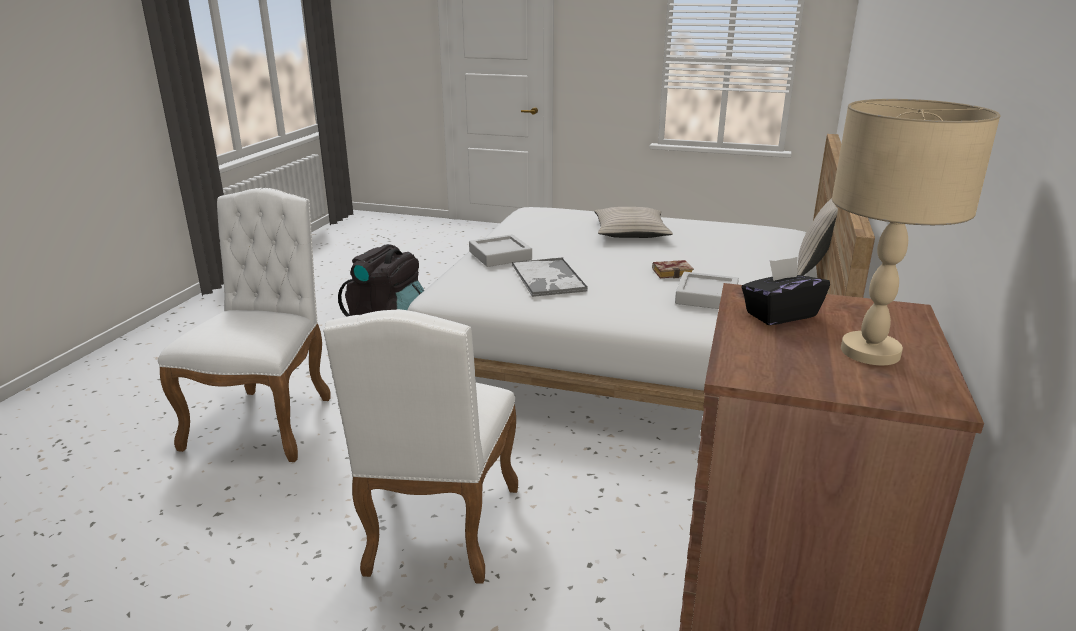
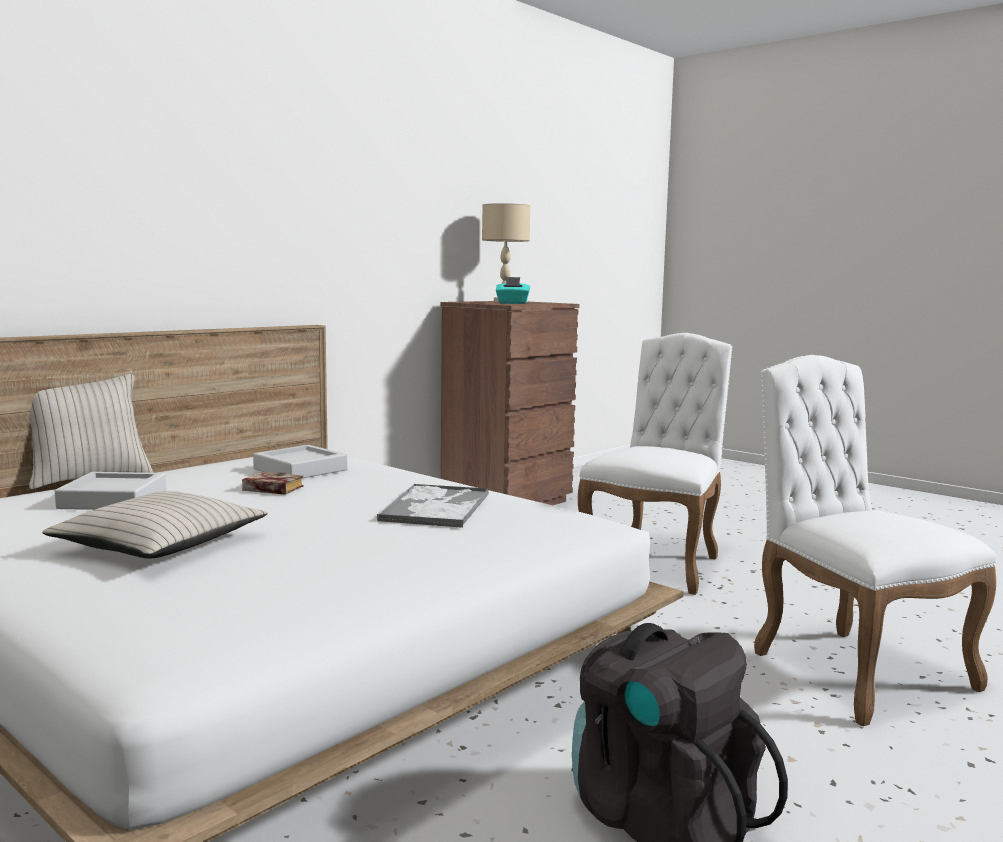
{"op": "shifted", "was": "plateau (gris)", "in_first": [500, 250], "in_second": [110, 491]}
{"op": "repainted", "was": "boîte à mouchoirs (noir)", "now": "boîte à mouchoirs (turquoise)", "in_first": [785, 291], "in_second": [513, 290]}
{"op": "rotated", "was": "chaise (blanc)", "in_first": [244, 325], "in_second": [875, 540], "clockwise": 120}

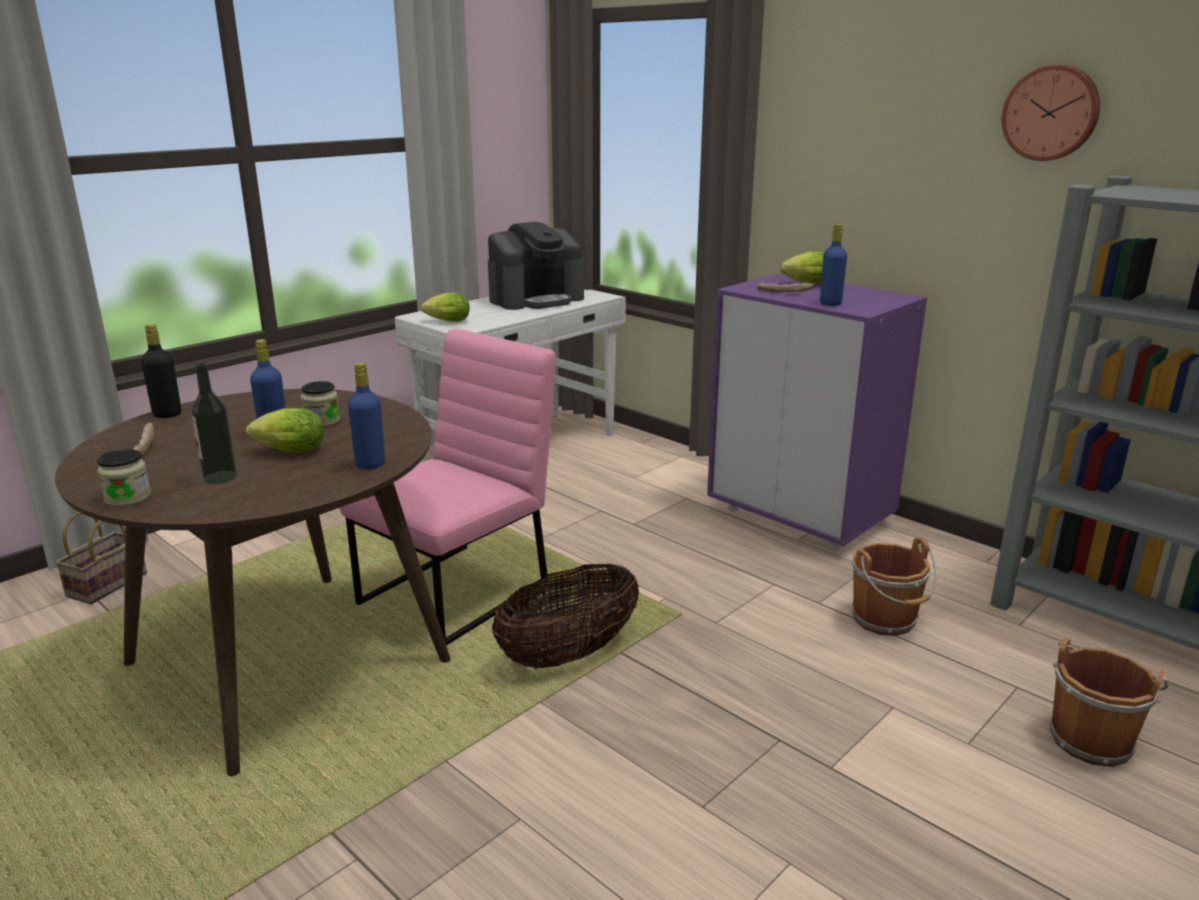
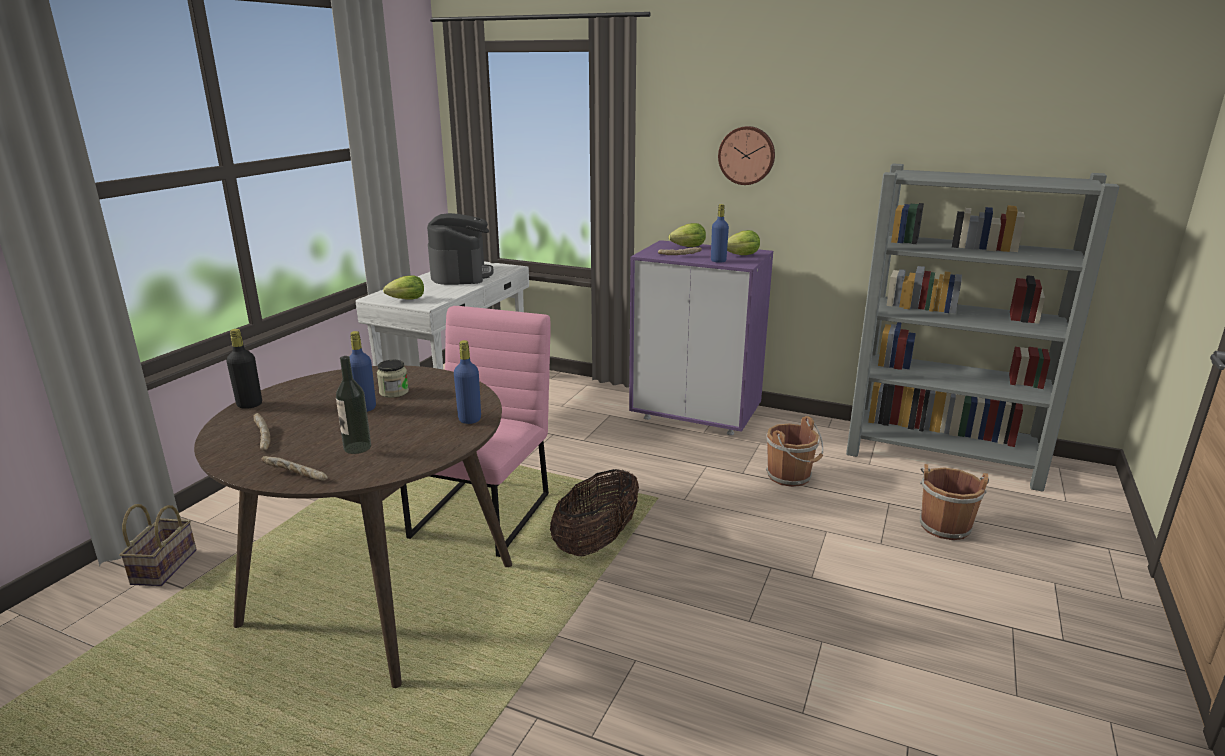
{"op": "swapped", "was": "bocal", "now": "pain", "in_first": [124, 477], "in_second": [294, 468]}
{"op": "rotated", "was": "machine à café", "in_first": [536, 266], "in_second": [460, 249], "clockwise": -45}
{"op": "shifted", "was": "horloge murale", "in_first": [1051, 113], "in_second": [746, 155]}
{"op": "shifted", "was": "laitue", "in_first": [285, 430], "in_second": [743, 242]}

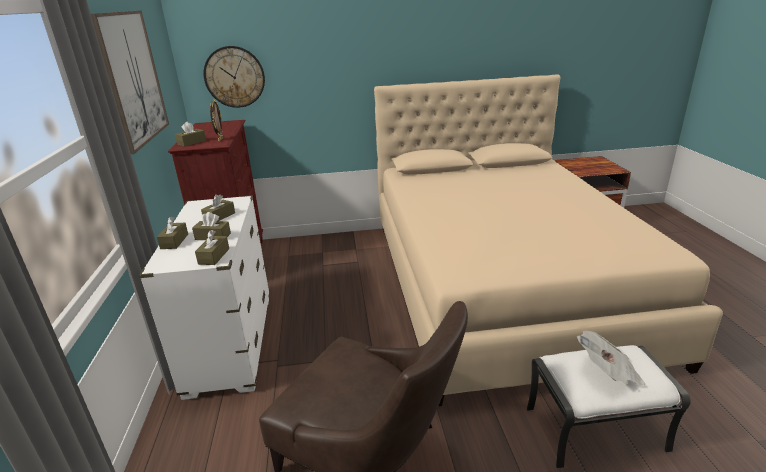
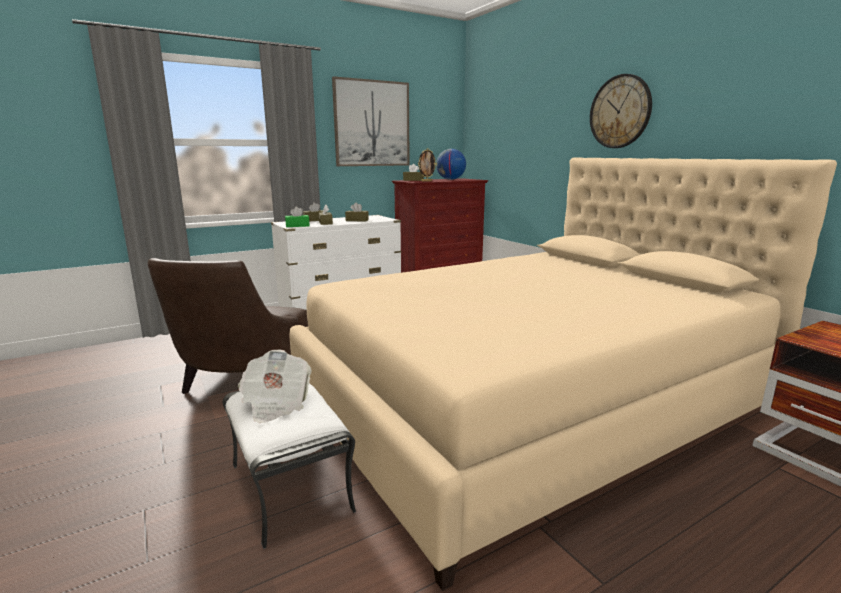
{"op": "repainted", "was": "boîte à mouchoirs (marron)", "now": "boîte à mouchoirs (vert)", "in_first": [212, 247], "in_second": [297, 217]}
{"op": "new", "now": "globe", "in_second": [451, 164]}
{"op": "shifted", "was": "horloge murale", "in_first": [234, 77], "in_second": [621, 111]}

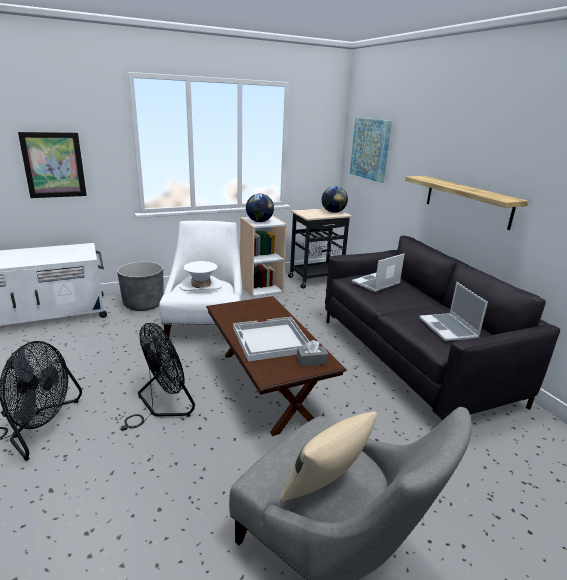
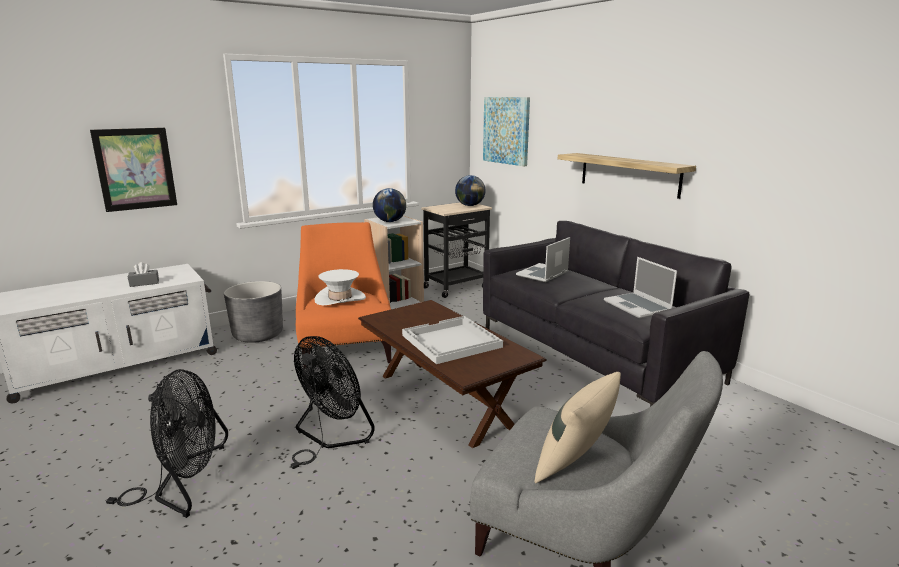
{"op": "shifted", "was": "boîte à mouchoirs (gris)", "in_first": [312, 353], "in_second": [143, 274]}
{"op": "repainted", "was": "fauteuil (blanc)", "now": "fauteuil (orange)", "in_first": [200, 282], "in_second": [343, 295]}

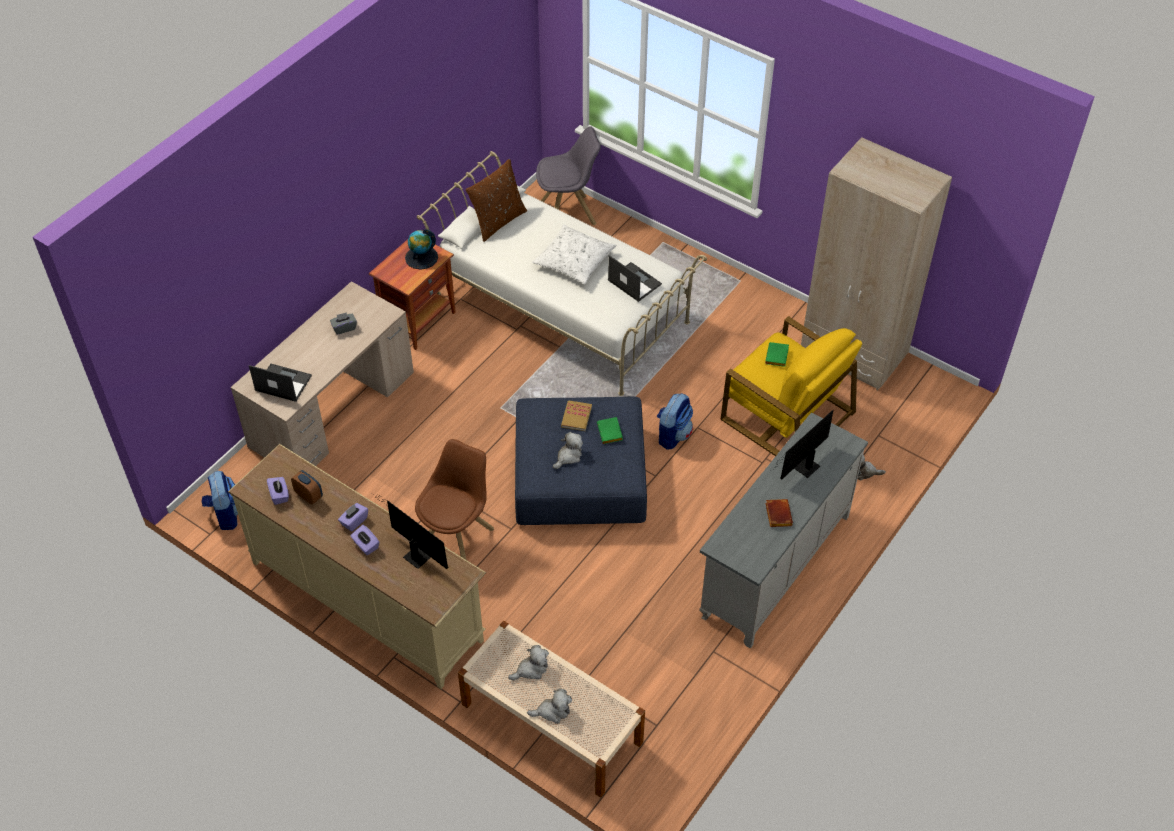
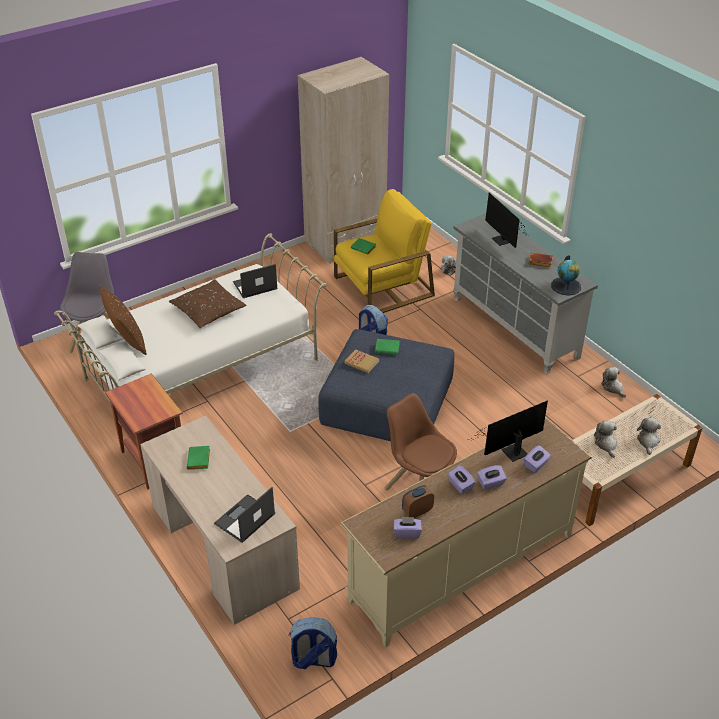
{"op": "repainted", "was": "coussin (blanc)", "now": "coussin (marron)", "in_first": [574, 254], "in_second": [207, 303]}
{"op": "swapped", "was": "boîte à mouchoirs (gris)", "now": "livre (vert)", "in_first": [343, 323], "in_second": [198, 458]}
{"op": "new", "now": "boîte à mouchoirs (violet)", "in_second": [537, 459]}
{"op": "shifted", "was": "globe", "in_first": [421, 249], "in_second": [566, 275]}
{"op": "shifted", "was": "peluche", "in_first": [568, 450], "in_second": [613, 382]}

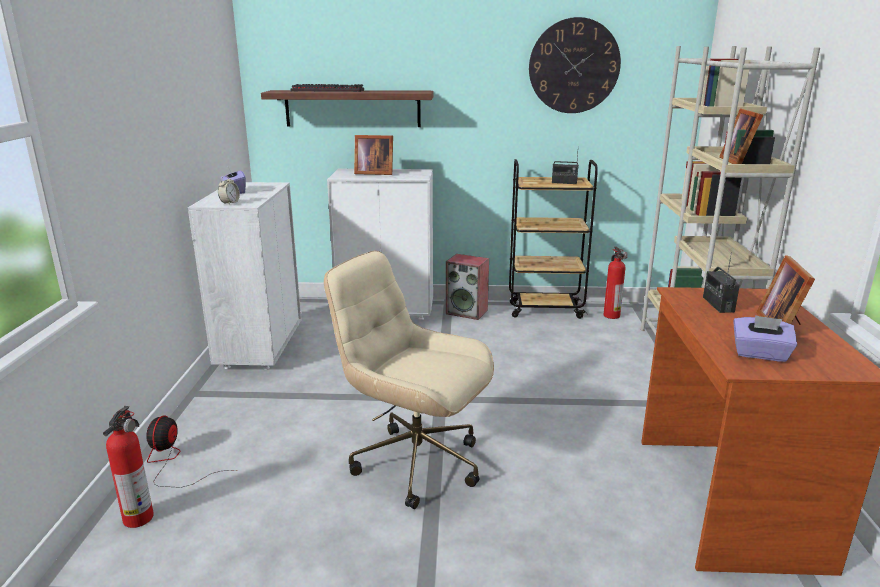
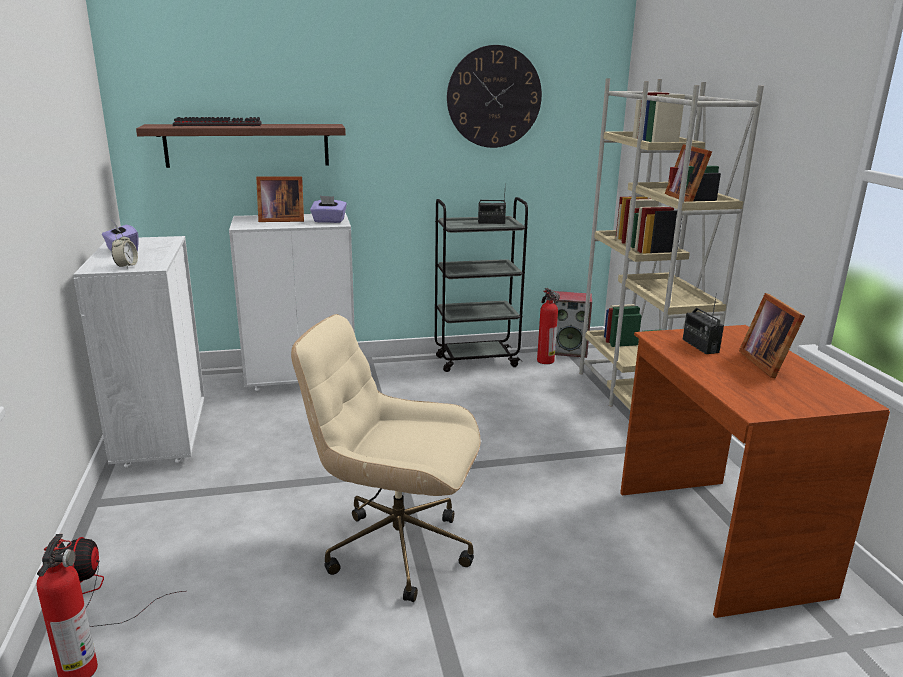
{"op": "shifted", "was": "boîte à mouchoirs (violet)", "in_first": [765, 338], "in_second": [328, 209]}
{"op": "repainted", "was": "chariot (marron)", "now": "chariot (gris)", "in_first": [553, 239], "in_second": [481, 284]}
{"op": "shifted", "was": "enceinte", "in_first": [467, 287], "in_second": [573, 324]}

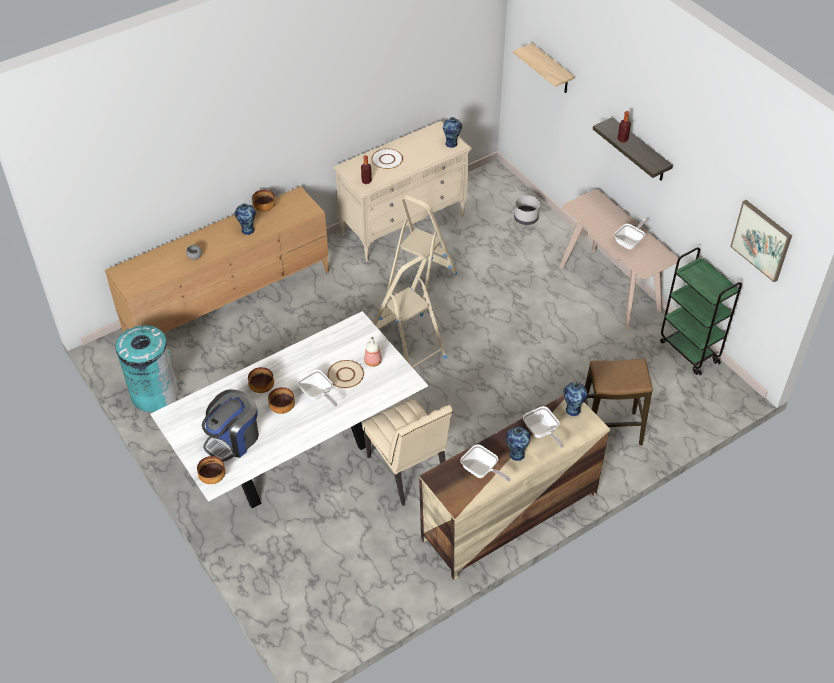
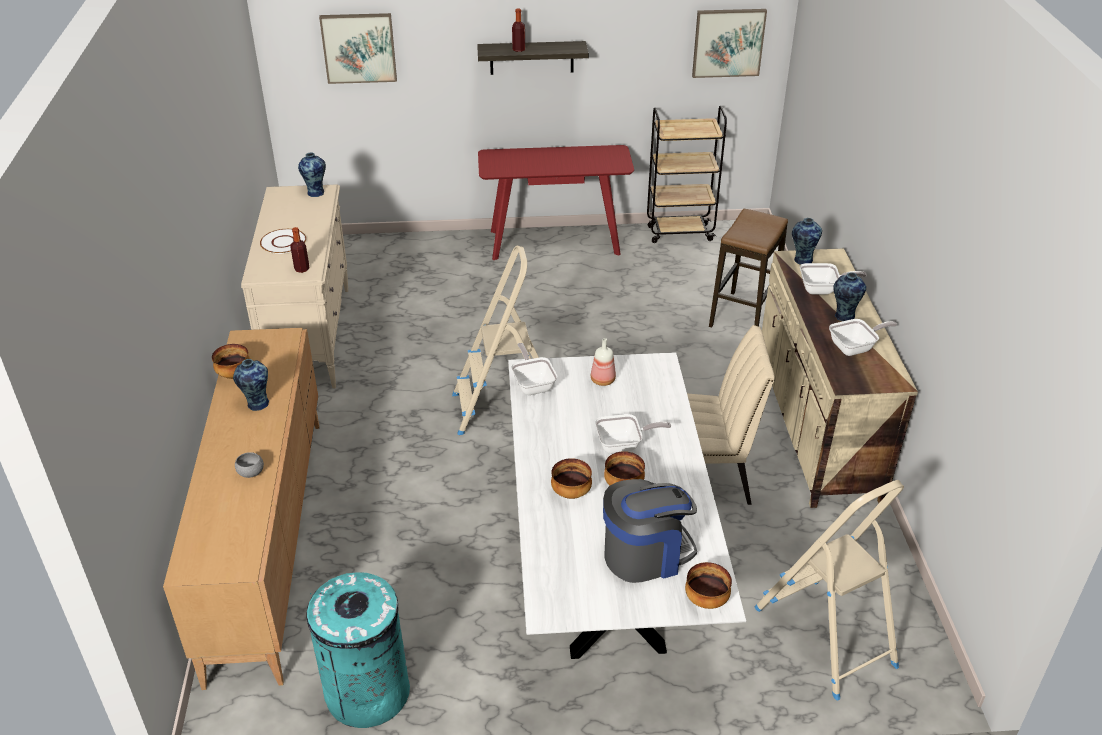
{"op": "swapped", "was": "étagère", "now": "tableau", "in_first": [544, 68], "in_second": [358, 48]}
{"op": "repainted", "was": "table console (beige)", "now": "table console (rouge)", "in_first": [619, 259], "in_second": [556, 202]}
{"op": "shifted", "was": "poêle", "in_first": [631, 234], "in_second": [534, 369]}
{"op": "rotated", "was": "machine à café", "in_first": [230, 425], "in_second": [650, 531], "clockwise": -90}
{"op": "repainted", "was": "chariot (vert)", "now": "chariot (marron)", "in_first": [701, 311], "in_second": [687, 174]}
{"op": "shifted", "was": "escabeau (beige)", "in_first": [421, 256], "in_second": [829, 590]}
{"op": "gone", "was": "assiette (beige)", "in_first": [345, 374]}
{"op": "gone", "was": "cache-pot (gris)", "in_first": [527, 210]}

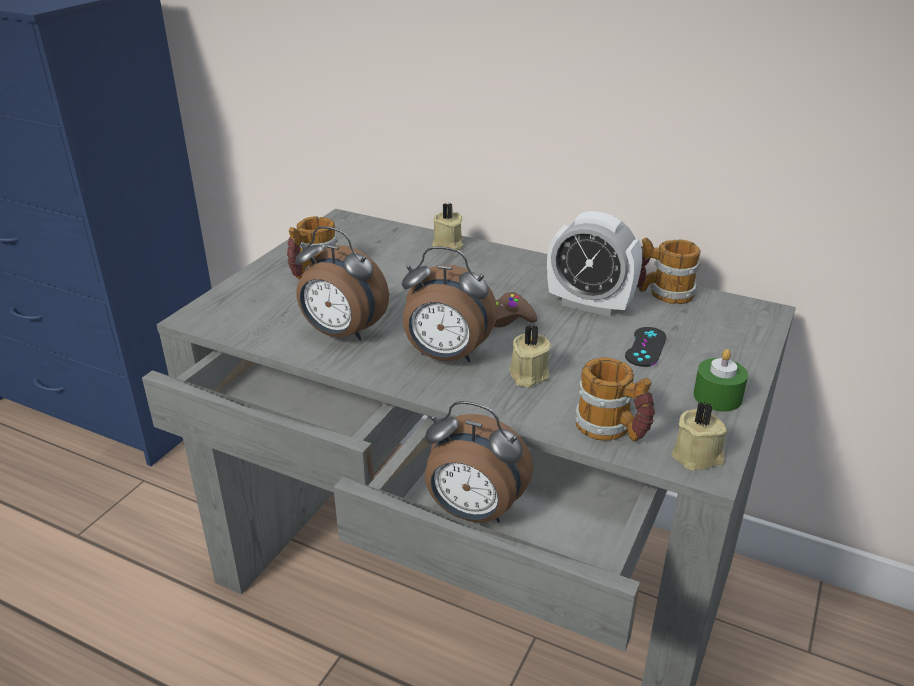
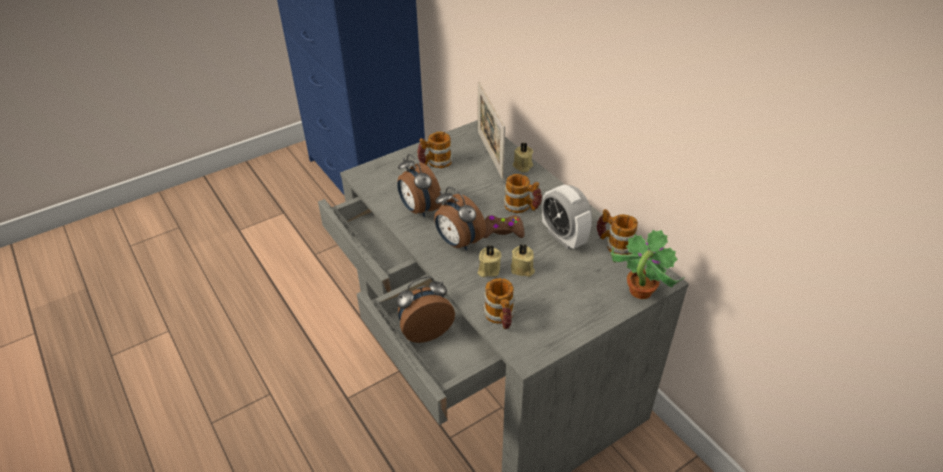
{"op": "rotated", "was": "réveil", "in_first": [479, 462], "in_second": [425, 309], "clockwise": 105}
{"op": "new", "now": "cadre photo", "in_second": [491, 130]}
{"op": "new", "now": "mug", "in_second": [523, 193]}
{"op": "shifted", "was": "bougie (beige)", "in_first": [699, 436], "in_second": [523, 260]}
{"op": "new", "now": "plante en pot", "in_second": [648, 264]}
{"op": "gone", "was": "manette (noir)", "in_first": [646, 347]}
{"op": "gone", "was": "bougie (vert)", "in_first": [720, 380]}

